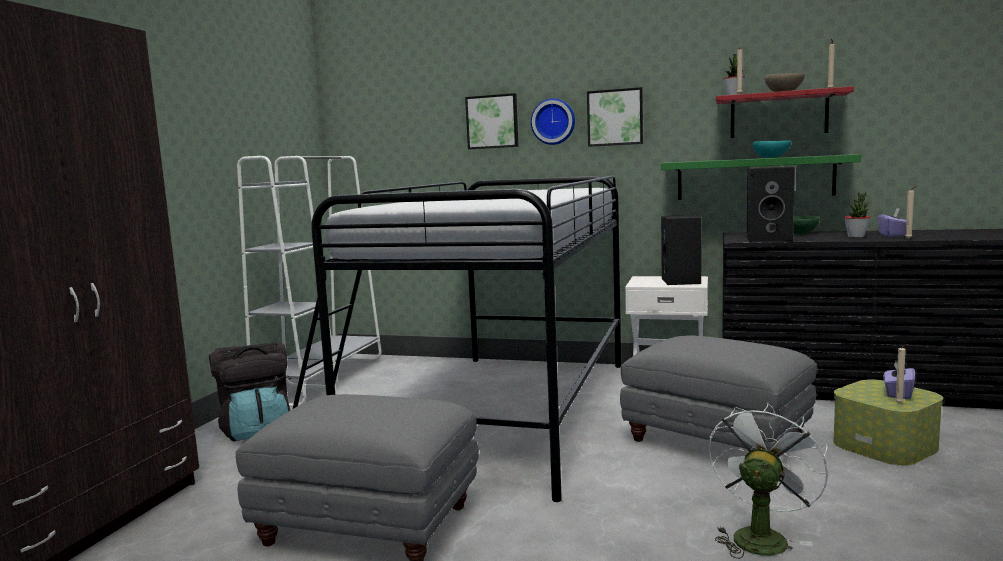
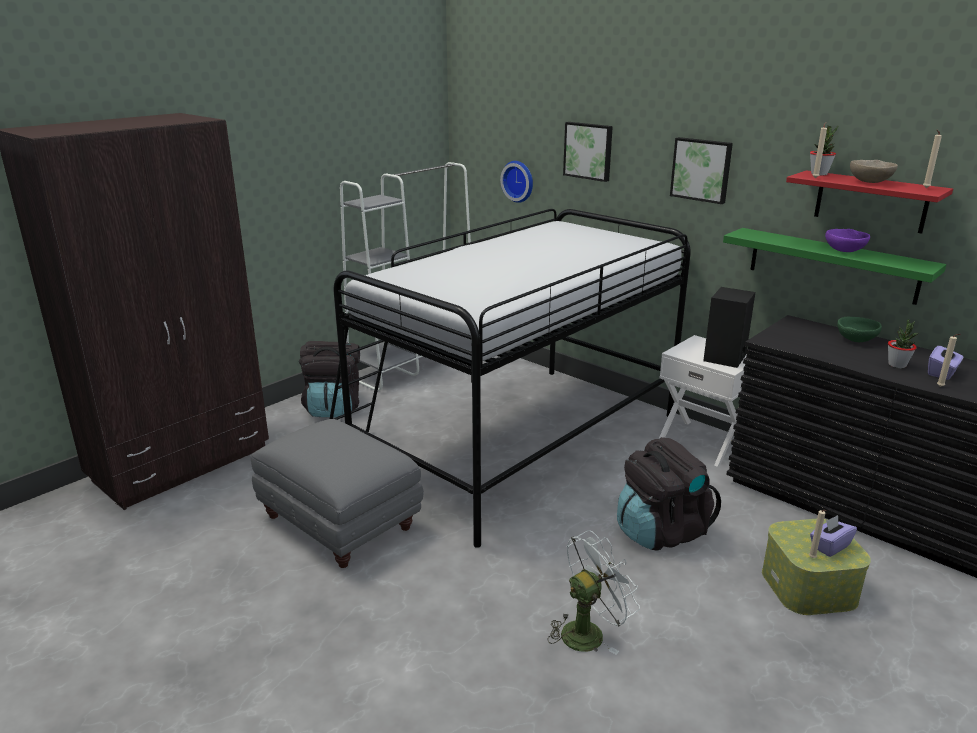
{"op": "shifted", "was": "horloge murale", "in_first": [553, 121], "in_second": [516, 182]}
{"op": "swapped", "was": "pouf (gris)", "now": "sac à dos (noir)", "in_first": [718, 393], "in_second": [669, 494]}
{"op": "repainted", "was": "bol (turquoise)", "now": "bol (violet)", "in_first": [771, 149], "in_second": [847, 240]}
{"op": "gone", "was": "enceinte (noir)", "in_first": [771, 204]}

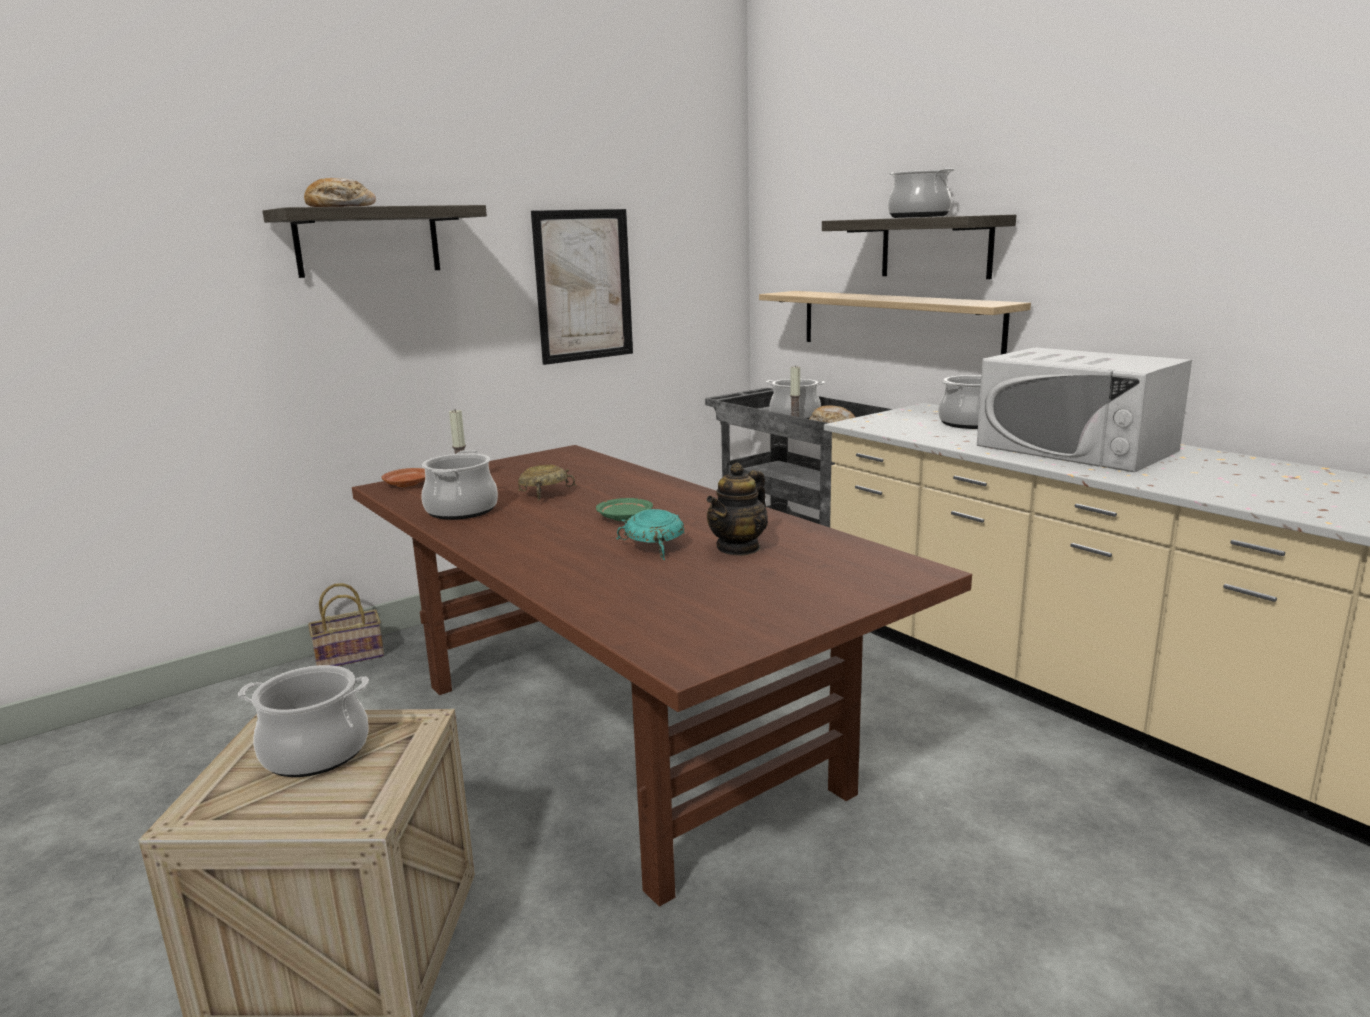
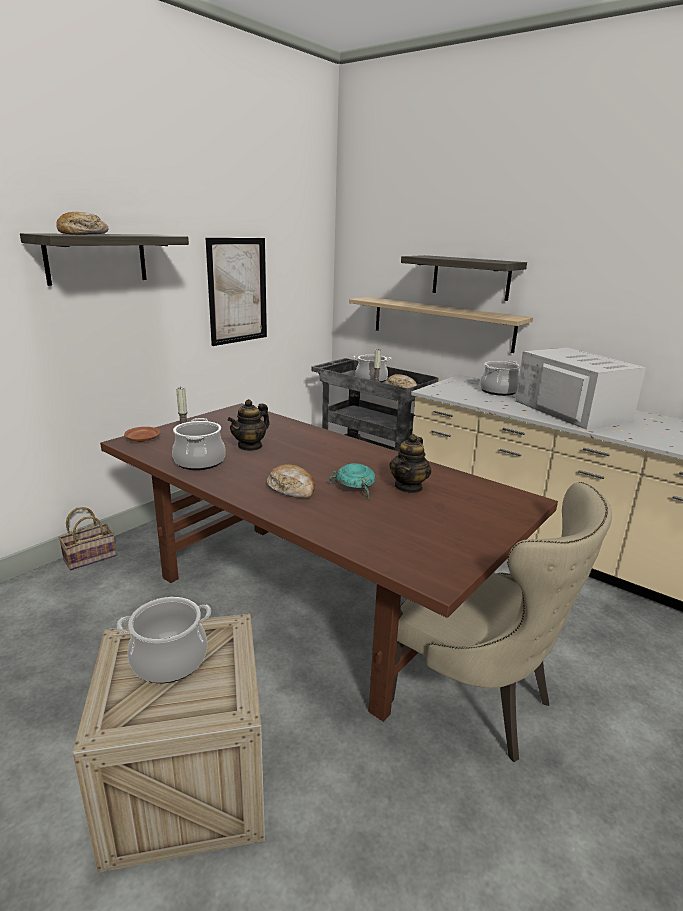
{"op": "swapped", "was": "bol (beige)", "now": "théière", "in_first": [547, 483], "in_second": [249, 425]}
{"op": "new", "now": "pain", "in_second": [291, 481]}
{"op": "new", "now": "chaise (beige)", "in_second": [502, 622]}
{"op": "rotated", "was": "micro-ondes (blanc)", "in_first": [1084, 409], "in_second": [580, 388], "clockwise": -150}
{"op": "gone", "was": "assiette (vert)", "in_first": [624, 510]}
{"op": "gone", "was": "marmite", "in_first": [921, 193]}

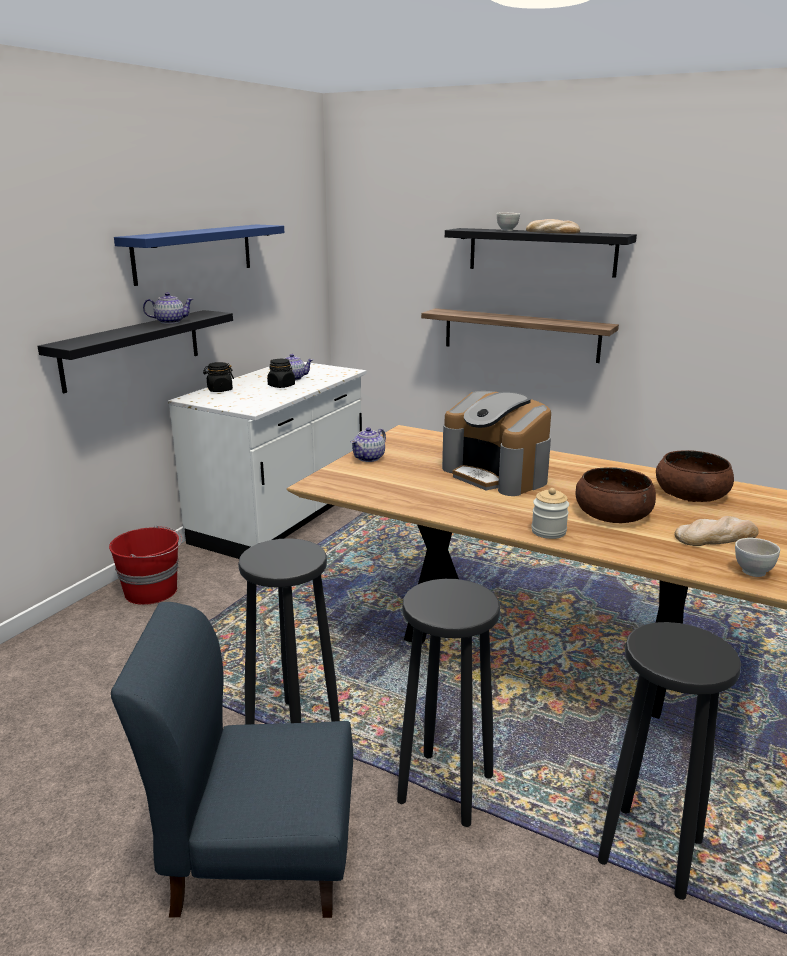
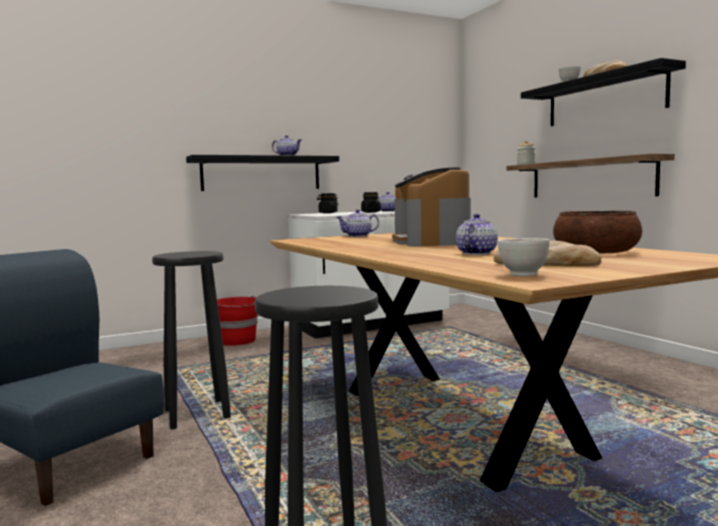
{"op": "swapped", "was": "bol (marron)", "now": "théière", "in_first": [616, 495], "in_second": [477, 234]}
{"op": "shifted", "was": "bocal", "in_first": [550, 513], "in_second": [526, 152]}
{"op": "gone", "was": "étagère (bleu)", "in_first": [199, 255]}
{"op": "gone", "was": "tabouret (noir)", "in_first": [448, 703]}

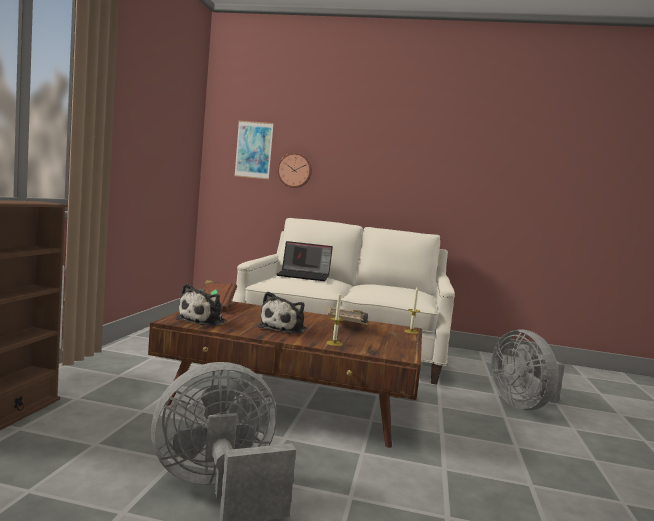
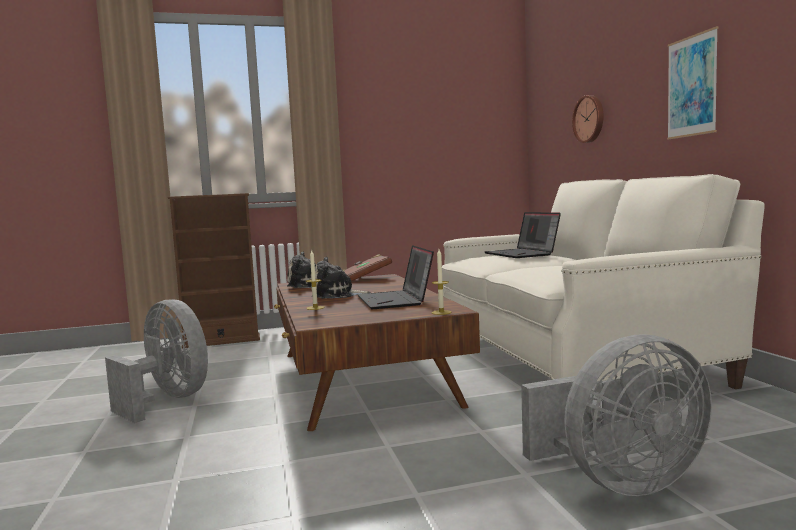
{"op": "swapped", "was": "livre (beige)", "now": "ordinateur portable", "in_first": [347, 316], "in_second": [395, 277]}
{"op": "rotated", "was": "ventilateur (gris)", "in_first": [528, 370], "in_second": [616, 415], "clockwise": -150}
{"op": "shifted", "was": "tableau", "in_first": [254, 150], "in_second": [693, 83]}

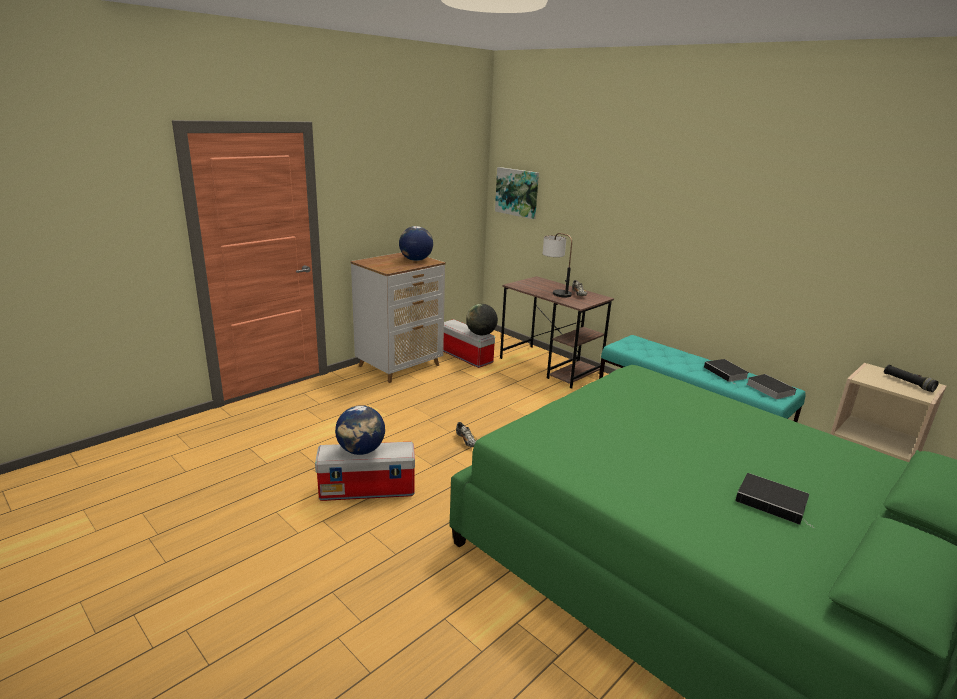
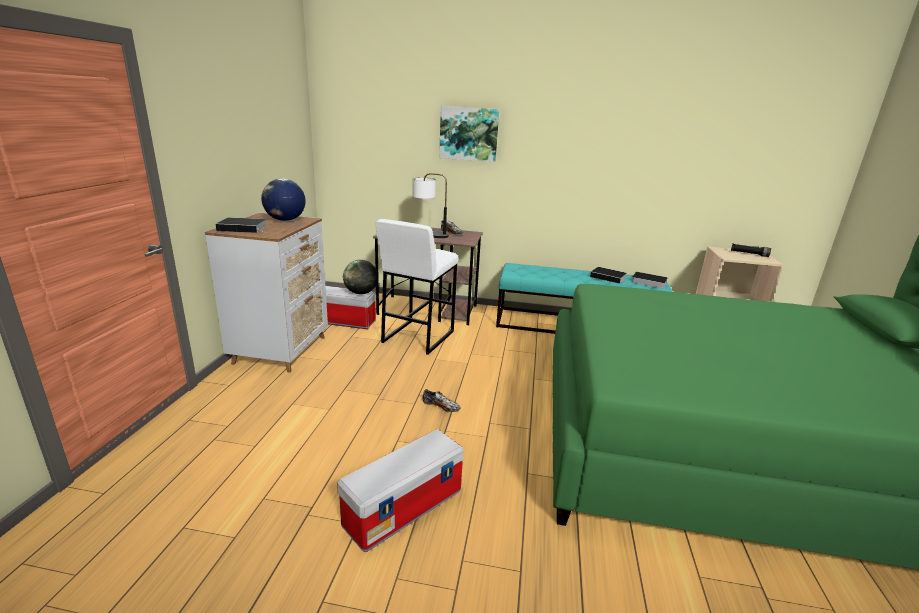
{"op": "shifted", "was": "livre", "in_first": [774, 500], "in_second": [241, 225]}
{"op": "new", "now": "tabouret (blanc)", "in_second": [417, 287]}
{"op": "shifted", "was": "tableau", "in_first": [517, 193], "in_second": [469, 134]}
{"op": "gone", "was": "globe", "in_first": [360, 430]}

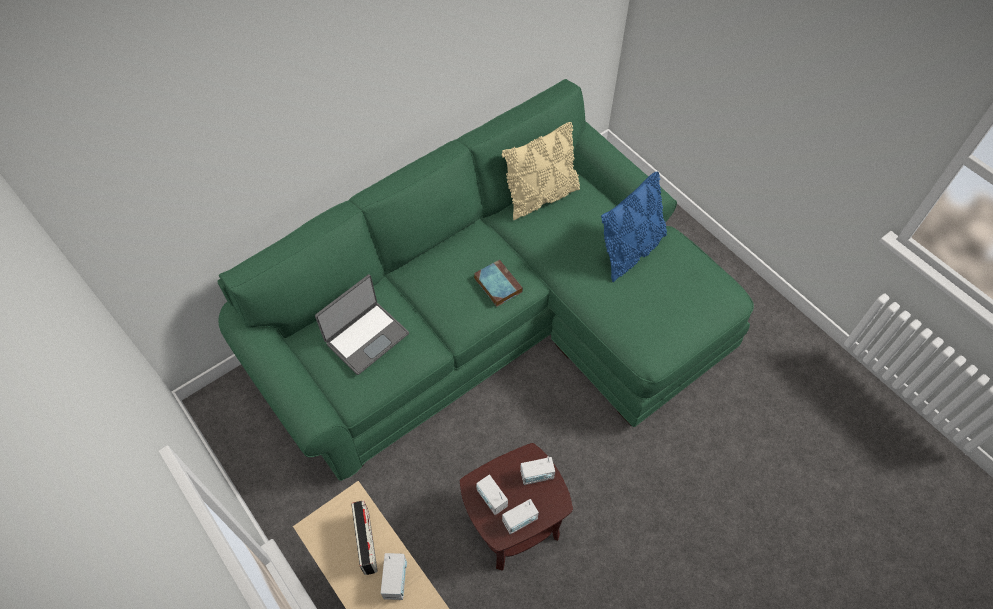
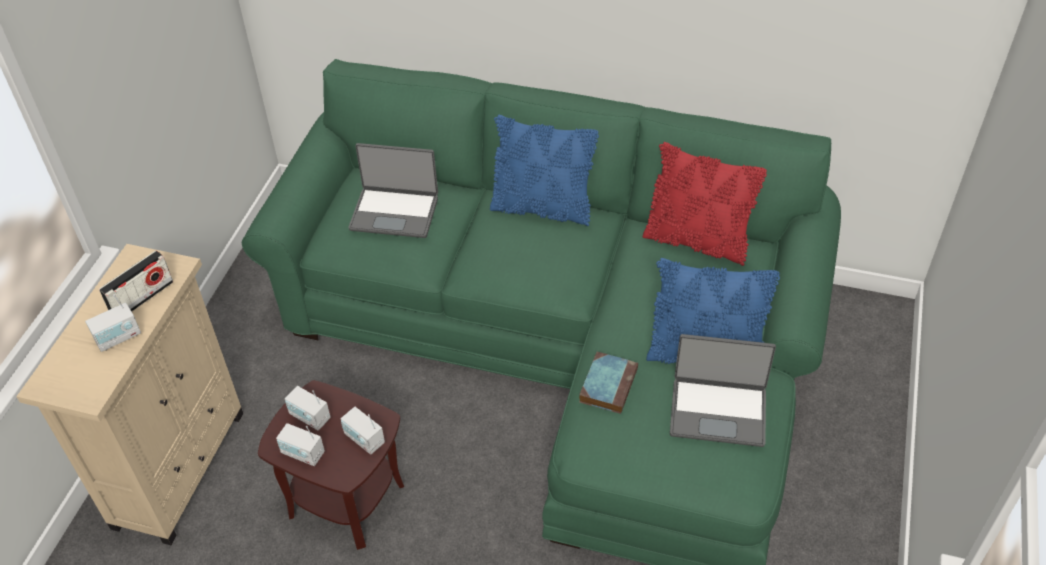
{"op": "rotated", "was": "radio", "in_first": [492, 494], "in_second": [308, 408], "clockwise": -75}
{"op": "new", "now": "coussin (bleu)", "in_second": [544, 170]}
{"op": "shifted", "was": "livre", "in_first": [498, 283], "in_second": [608, 383]}
{"op": "repainted", "was": "coussin (beige)", "now": "coussin (rouge)", "in_first": [541, 171], "in_second": [704, 204]}
{"op": "new", "now": "ordinateur portable", "in_second": [723, 390]}

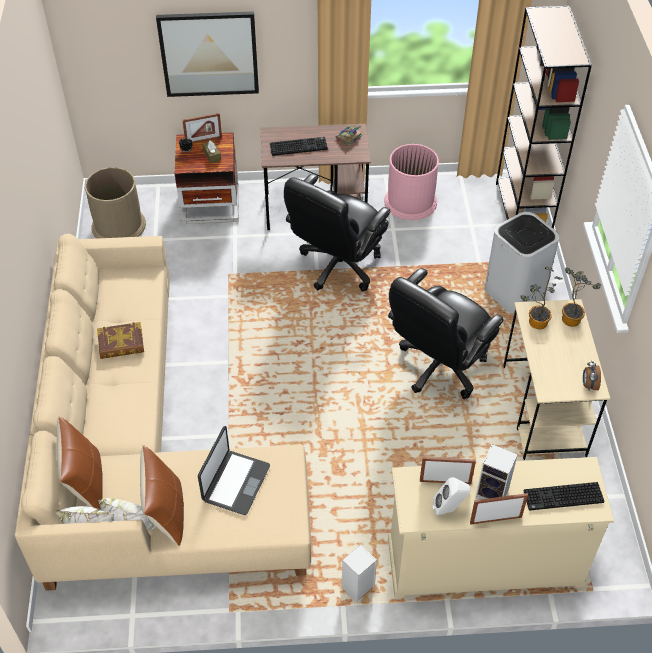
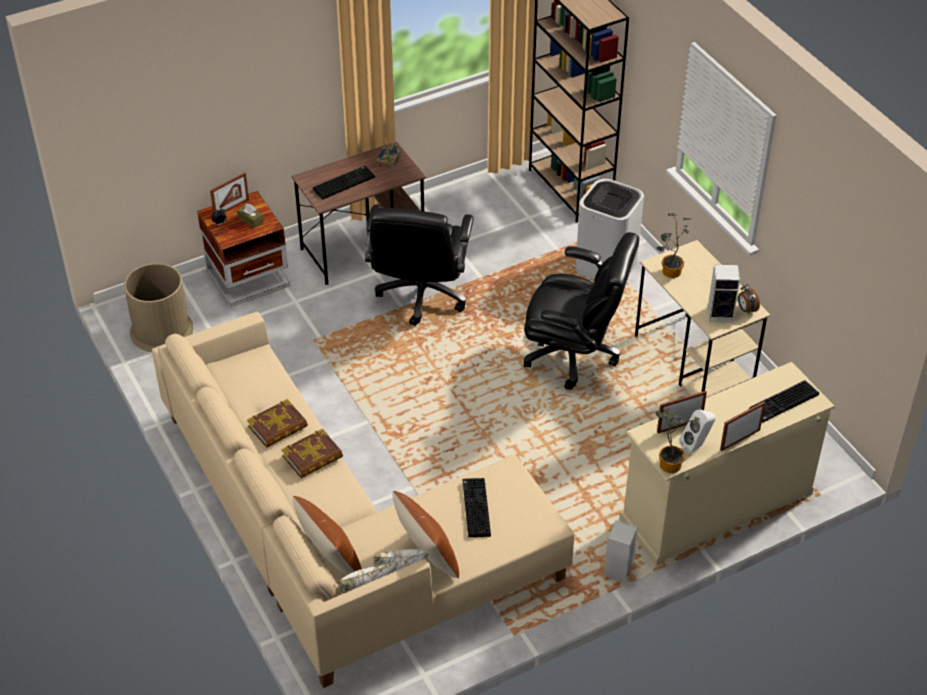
{"op": "new", "now": "livre", "in_second": [312, 453]}
{"op": "swapped", "was": "ordinateur portable", "now": "clavier", "in_first": [234, 470], "in_second": [477, 507]}
{"op": "rotated", "was": "chaise de bureau (noir)", "in_first": [446, 333], "in_second": [581, 311], "clockwise": -90}
{"op": "shifted", "was": "plante en pot", "in_first": [581, 297], "in_second": [678, 441]}
{"op": "shifted", "was": "enceinte", "in_first": [496, 472], "in_second": [724, 293]}
{"op": "gone", "was": "tableau", "in_first": [207, 54]}
{"op": "gone", "was": "poubelle (rose)", "in_first": [411, 182]}

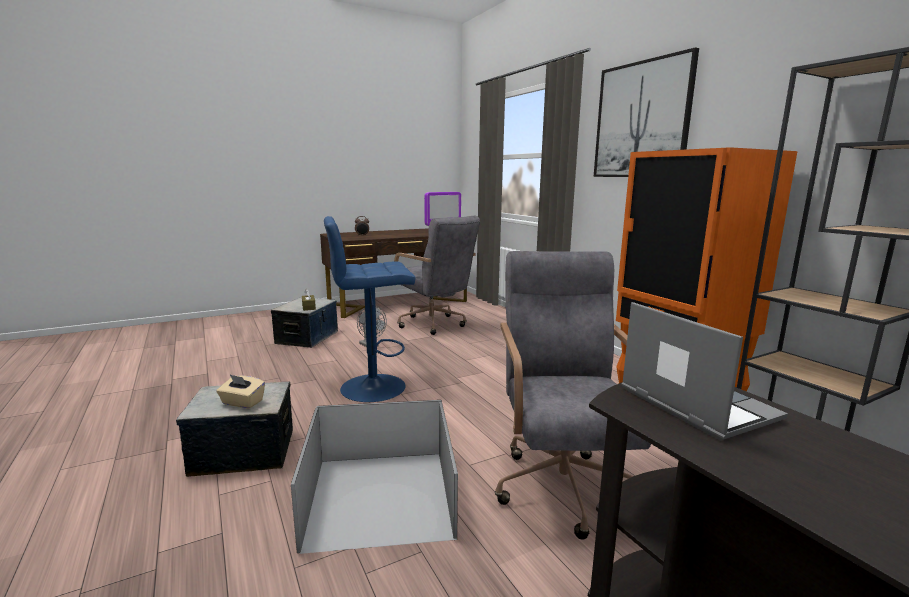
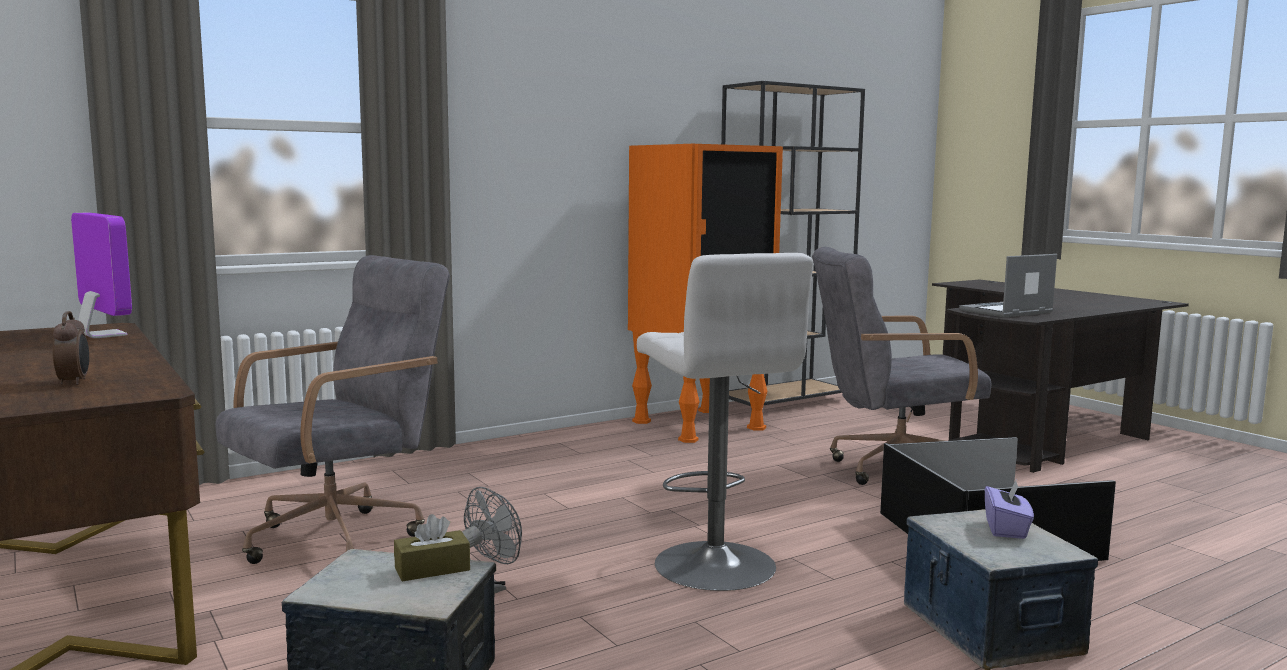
{"op": "repainted", "was": "tabouret (bleu)", "now": "tabouret (blanc)", "in_first": [369, 309], "in_second": [725, 422]}
{"op": "repainted", "was": "boîte à mouchoirs (beige)", "now": "boîte à mouchoirs (violet)", "in_first": [240, 391], "in_second": [1009, 510]}
{"op": "gone", "was": "tableau", "in_first": [646, 112]}

